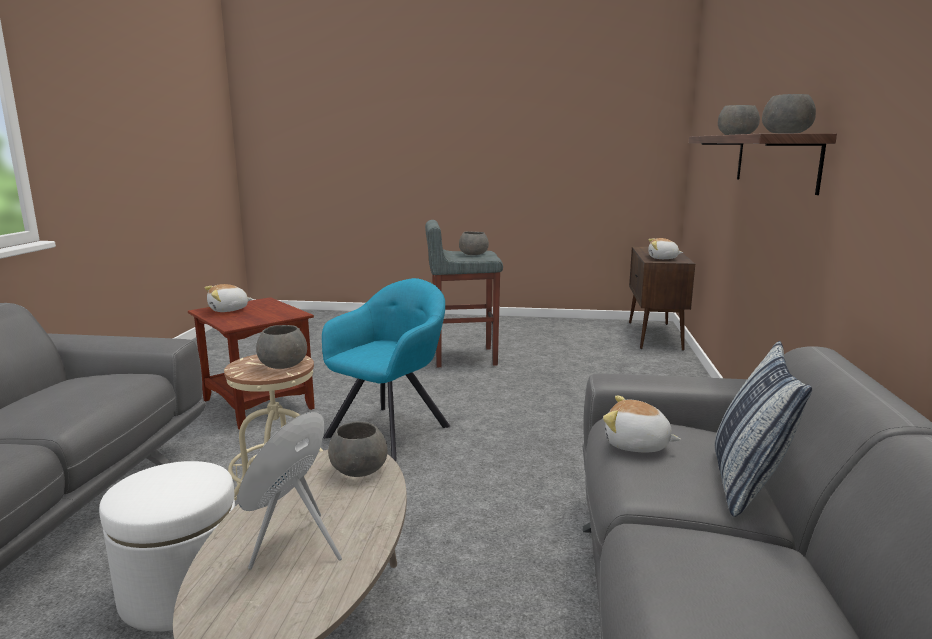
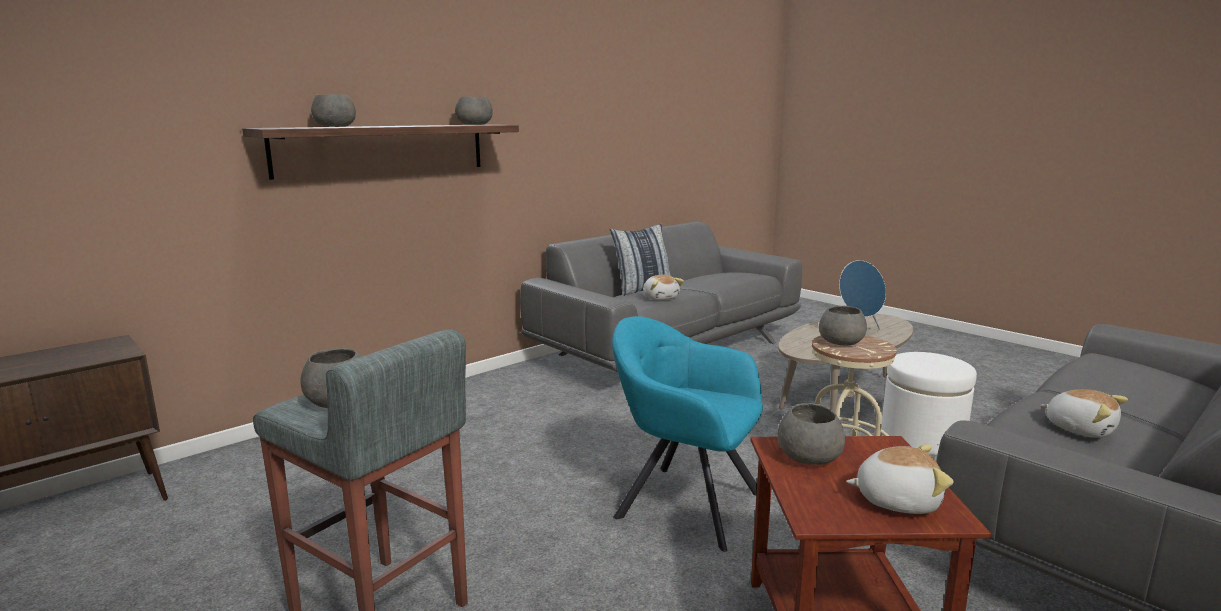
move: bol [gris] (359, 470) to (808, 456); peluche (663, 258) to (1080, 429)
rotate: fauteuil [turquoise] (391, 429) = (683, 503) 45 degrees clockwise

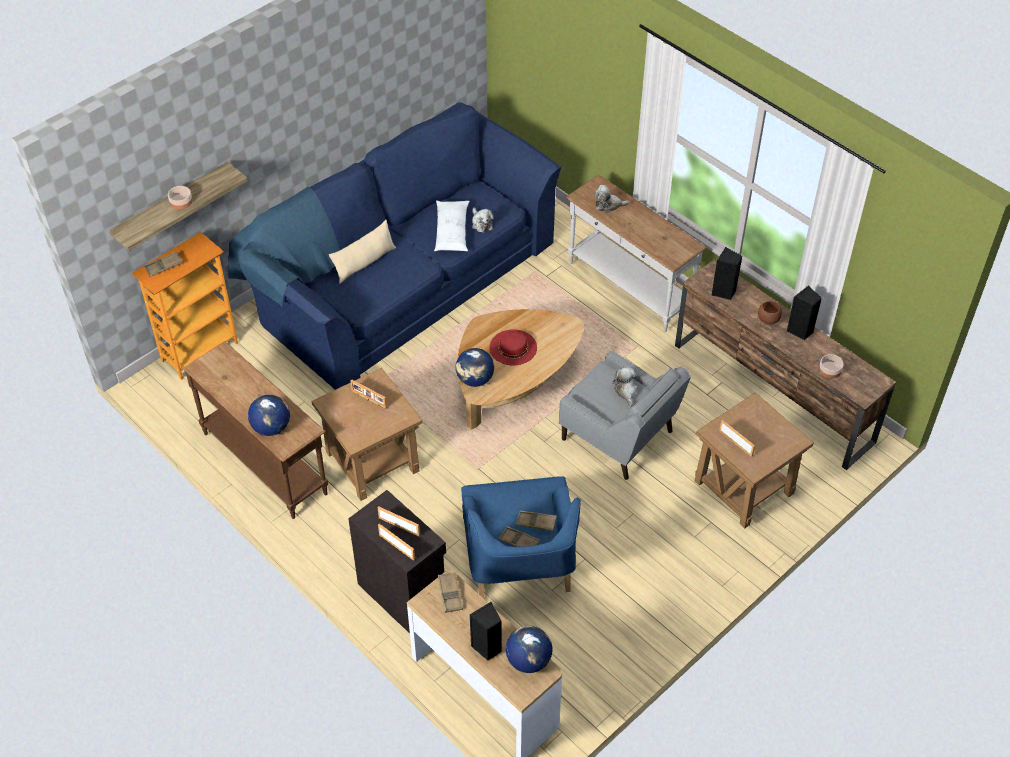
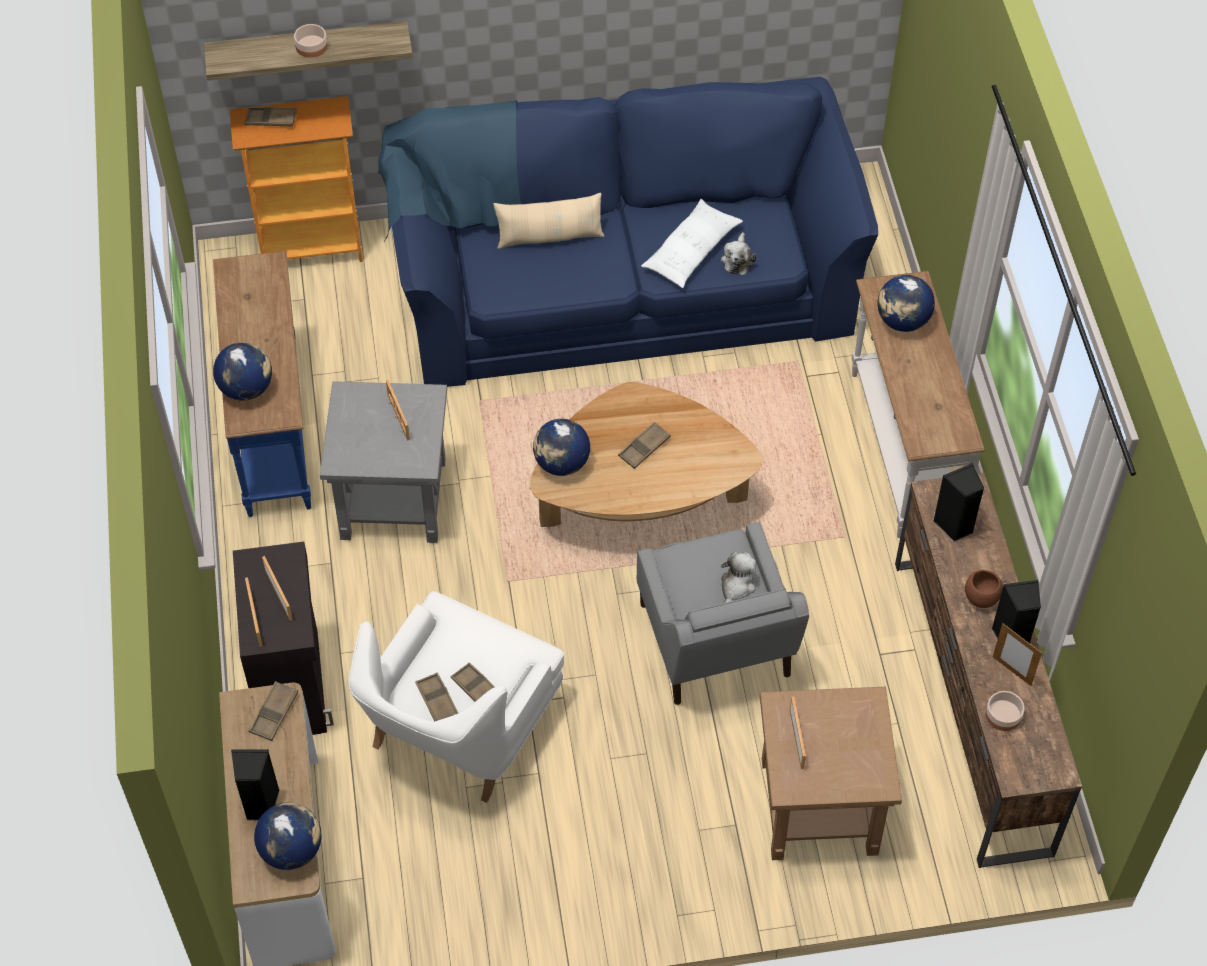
insert: cadre photo (1012, 671)
replace: chapeau [rouge] (513, 347) to plateau [marron] (644, 448); peluche (608, 205) to globe (902, 321)
recolor: table console [marron] (266, 462) to table console [bleu] (275, 429); table d'appoint [marron] (371, 461) to table d'appoint [gris] (392, 497); fauteuil [bleu] (519, 562) to fauteuil [blanc] (458, 728)

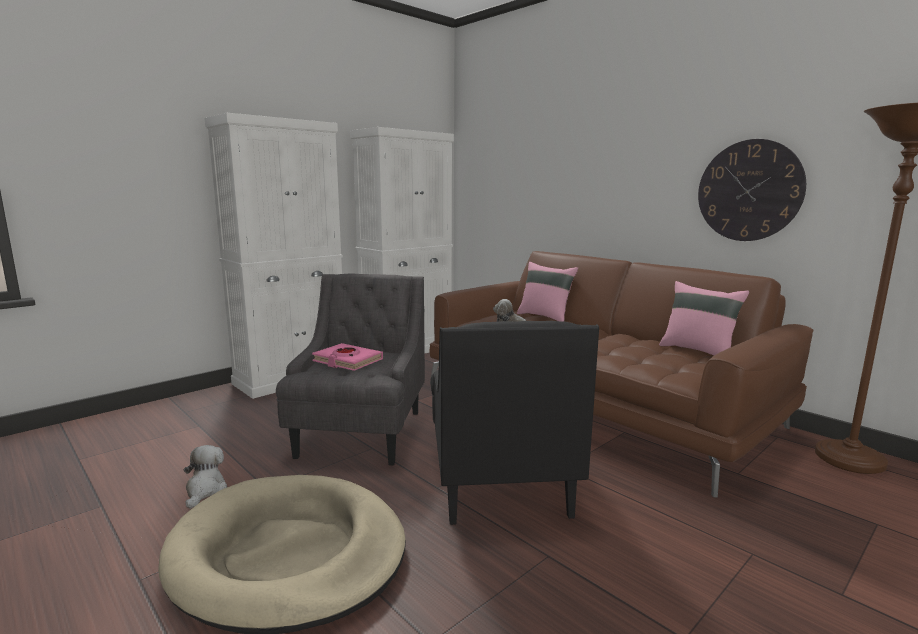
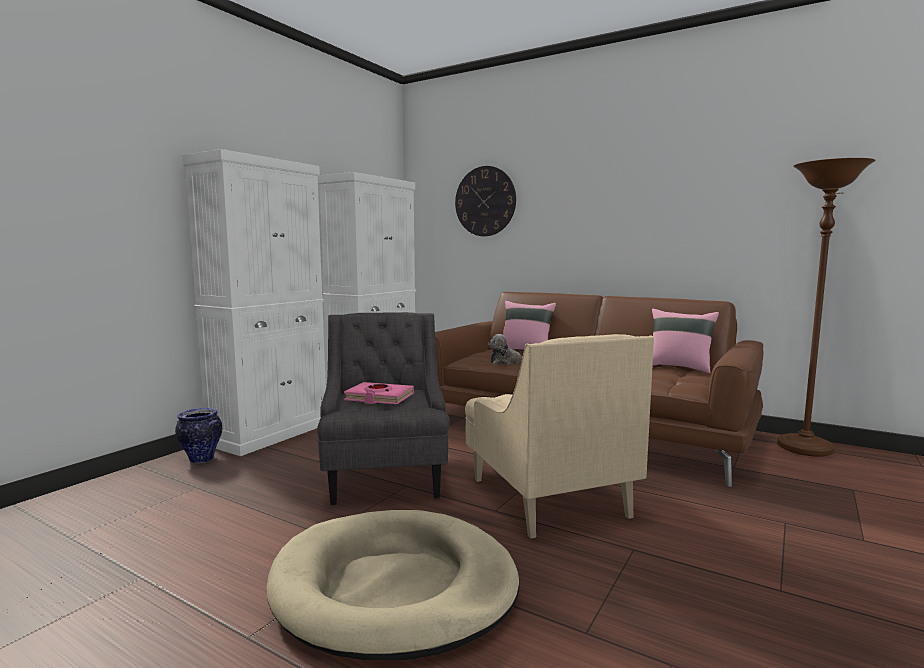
delete: peluche (205, 490)
insert: vase (201, 459)
move: horloge murale (749, 191) to (485, 201)
recolor: fauteuil [noir] (499, 479) to fauteuil [beige] (546, 496)

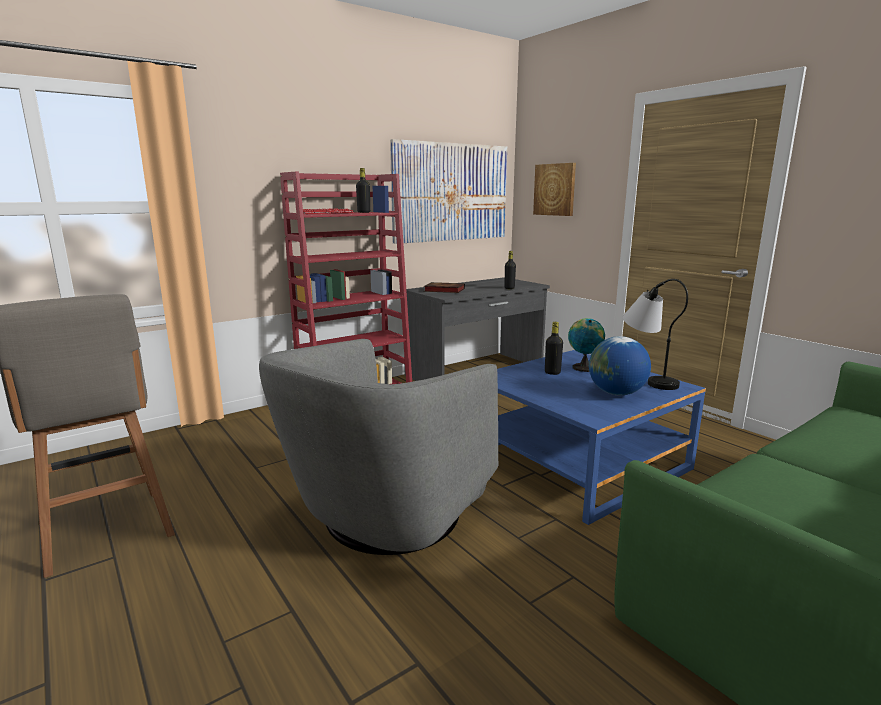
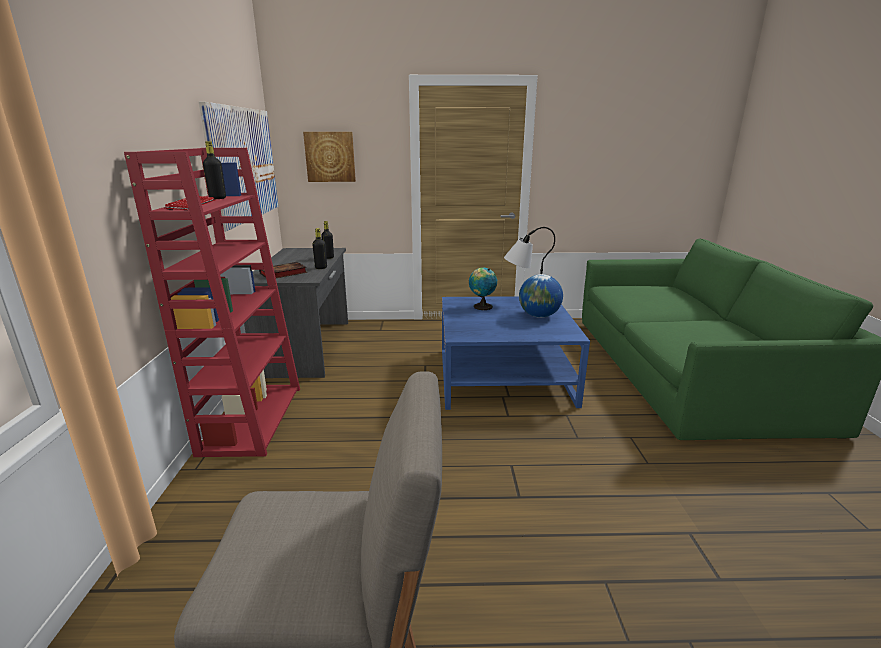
delete: fauteuil [gris] (389, 515)
move: bouteille [noir] (552, 372) to (321, 268)

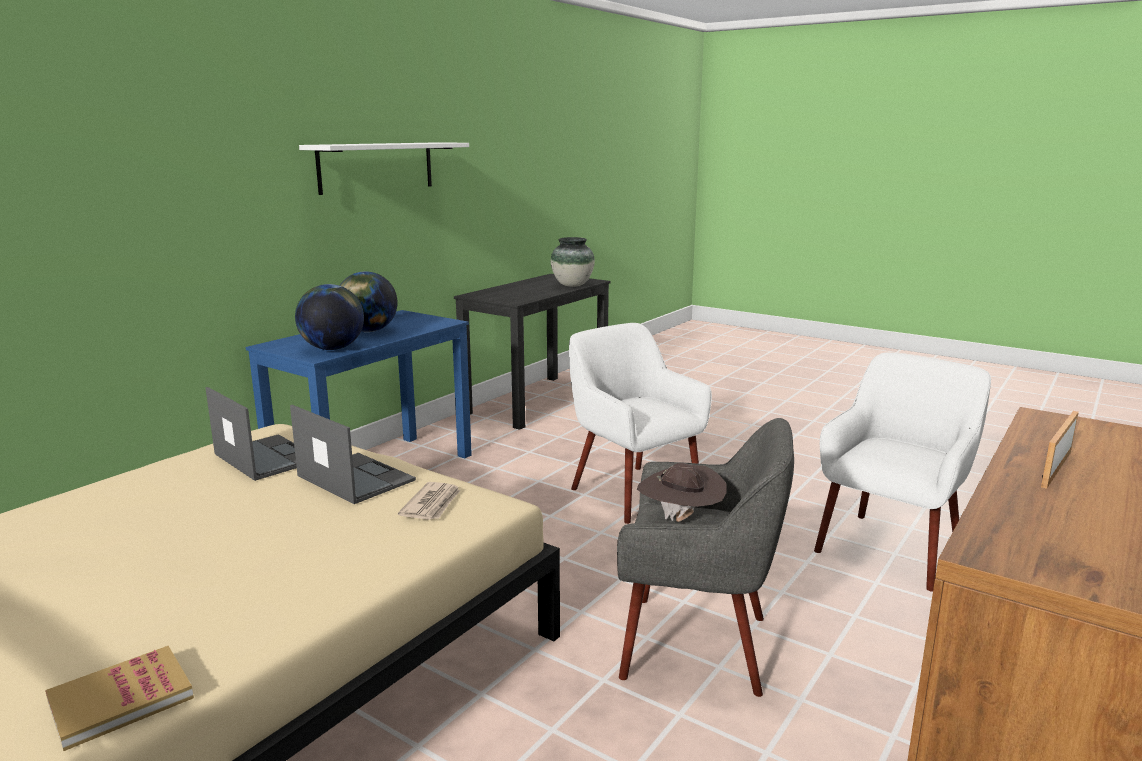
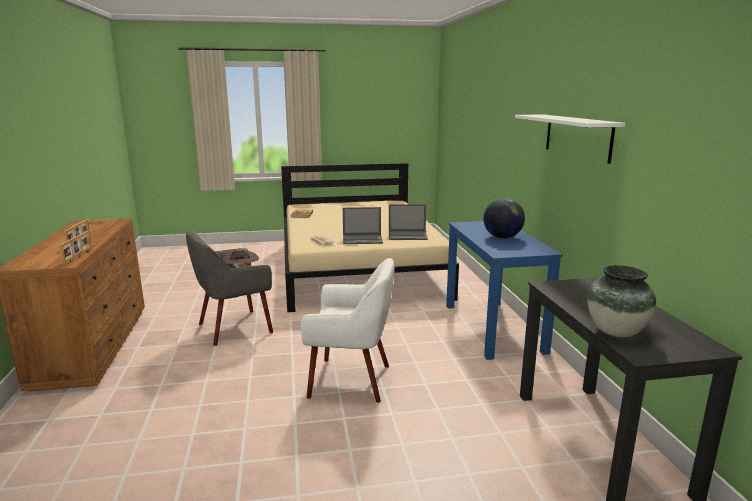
delete: globe (332, 348); fauteuil [blanc] (891, 548)
insert: cadre photo (79, 257)

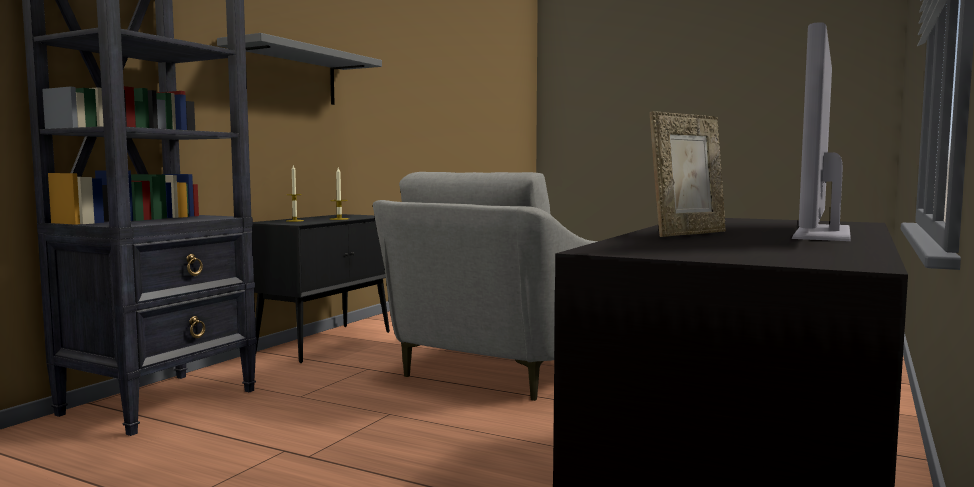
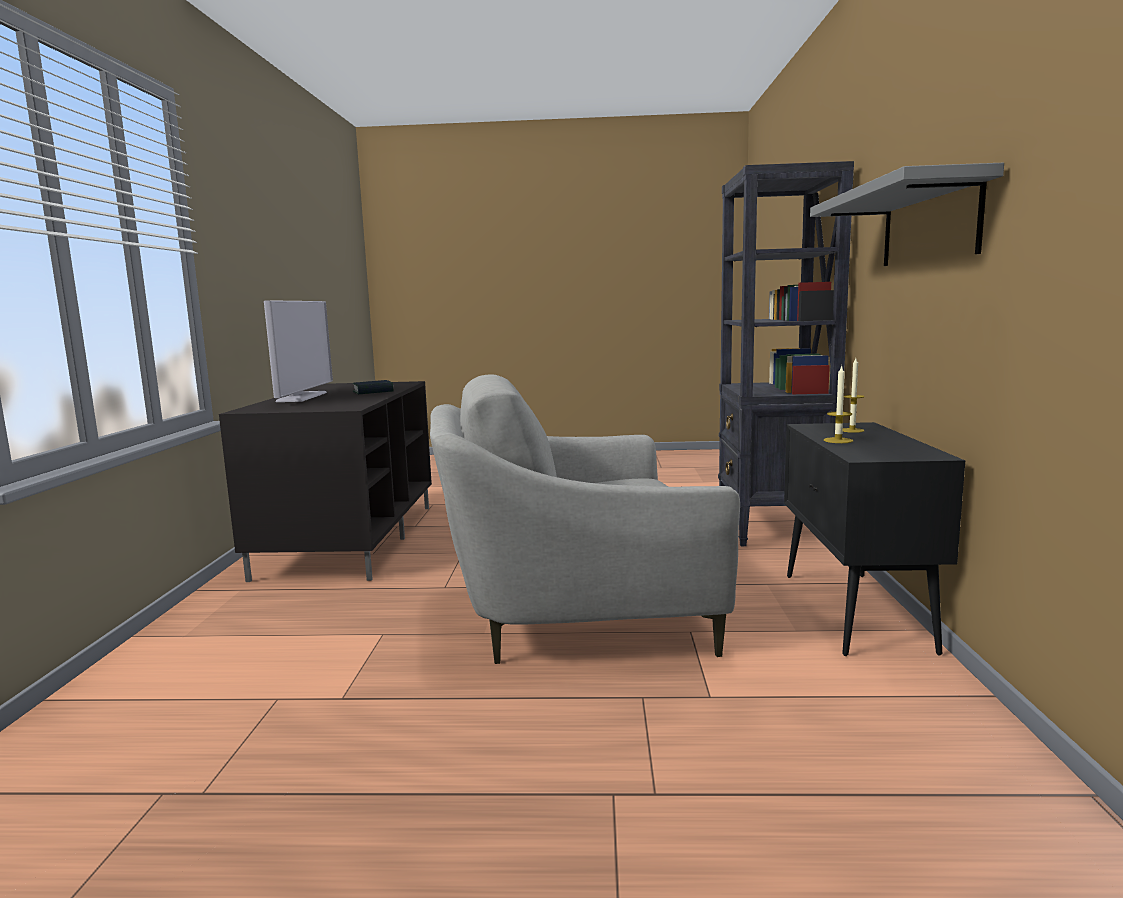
replace: cadre photo (687, 234) to livre (373, 392)
rotate: fauteuil [gris] (504, 368) = (575, 614) 105 degrees counterclockwise

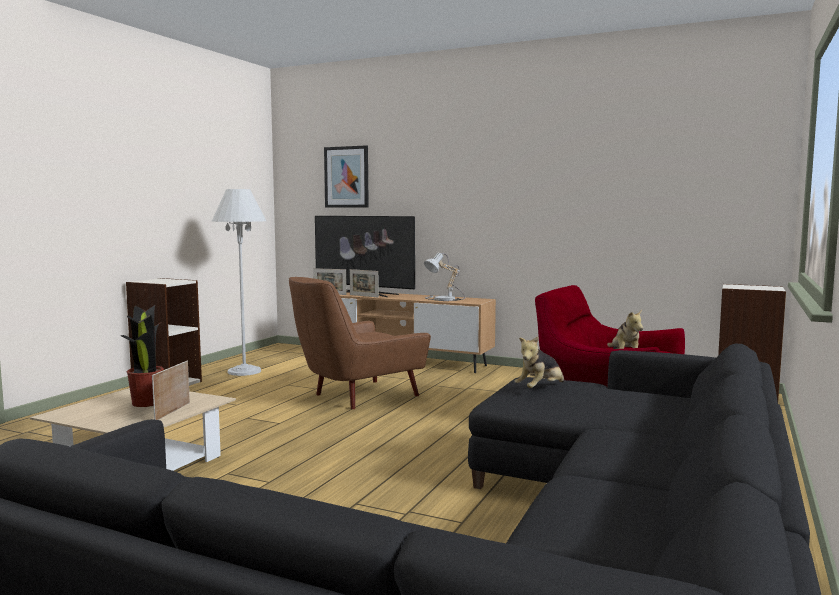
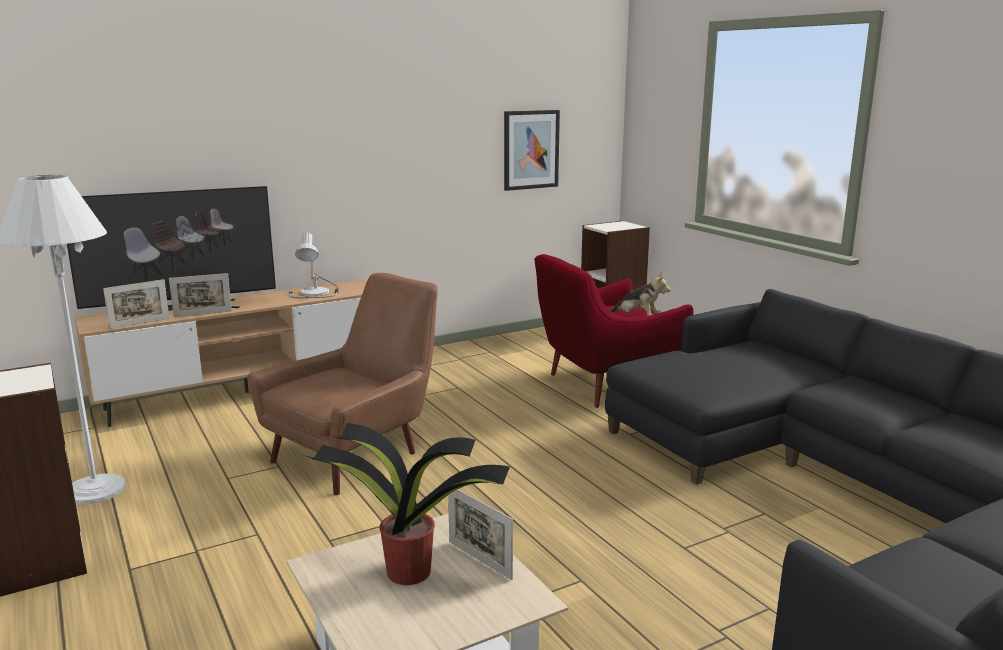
delete: peluche (540, 389)
move: tableau (346, 177) to (531, 149)
rotate: fauteuil [marron] (357, 396) = (357, 453) 135 degrees counterclockwise

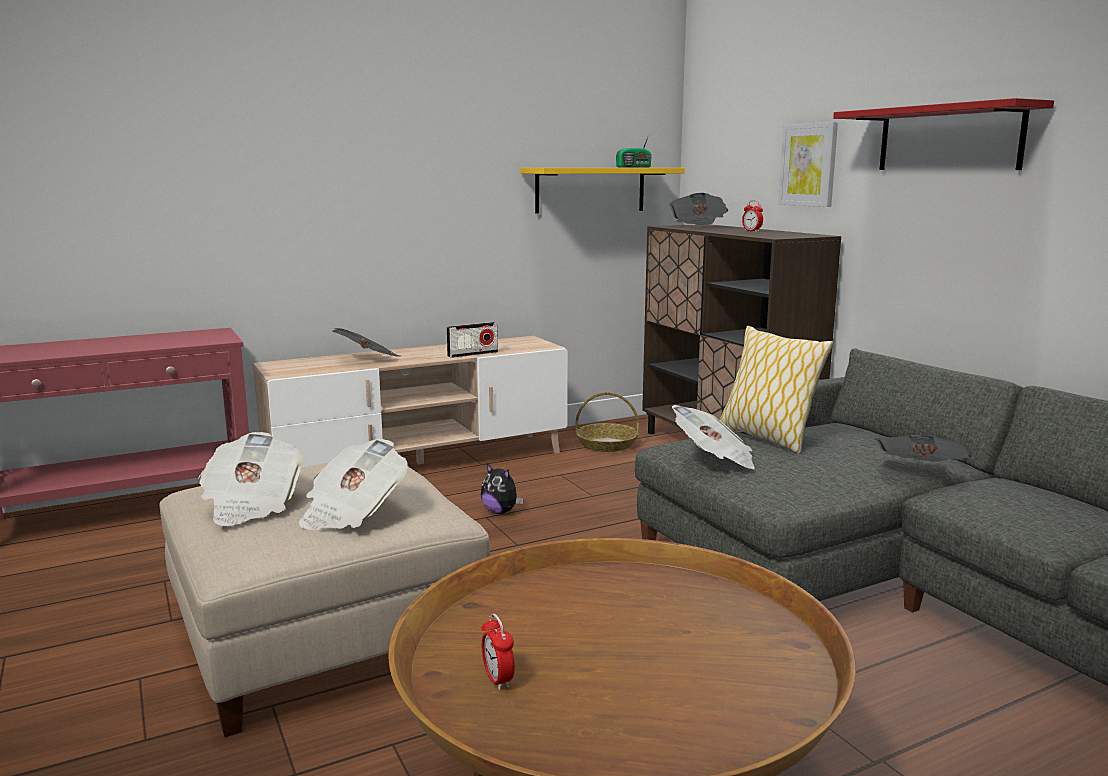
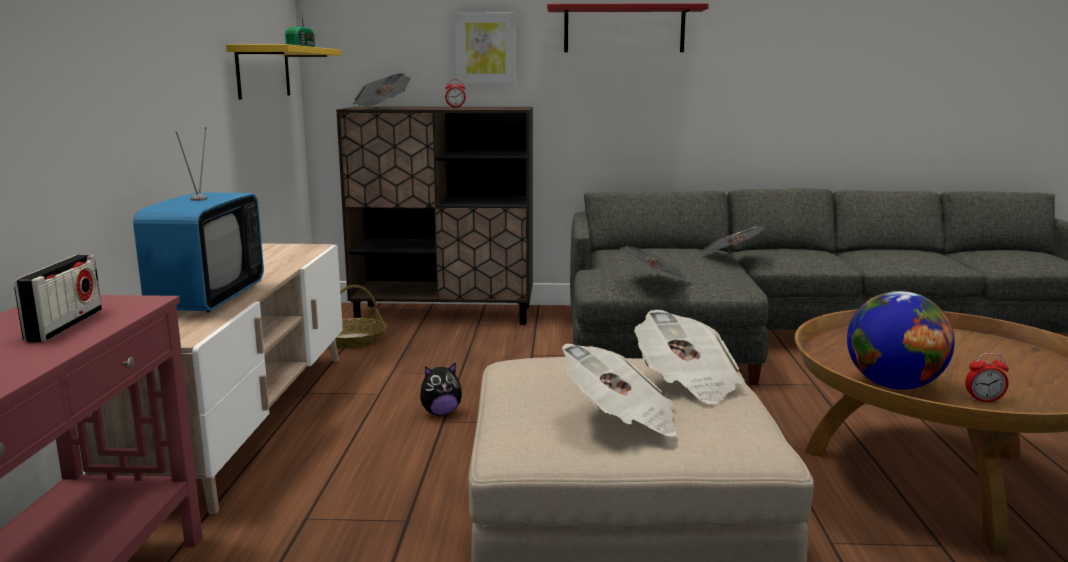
delete: coussin (767, 438)
insert: globe (894, 386)
move: radio (472, 354) to (65, 325)
replace: journal (368, 360) to téléviseur (208, 300)

